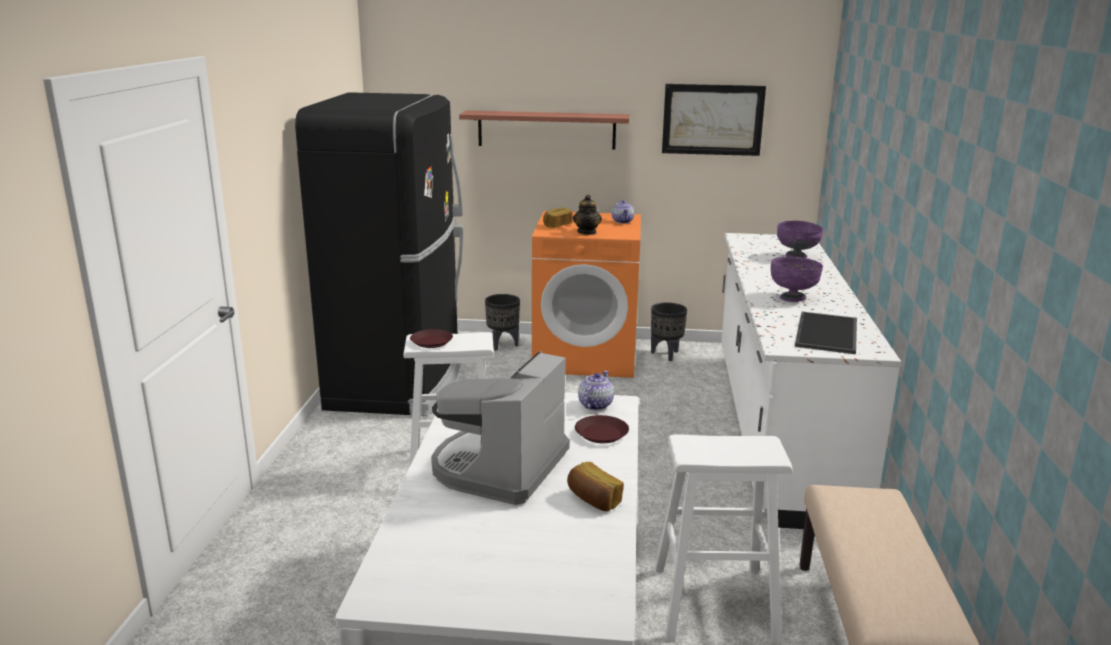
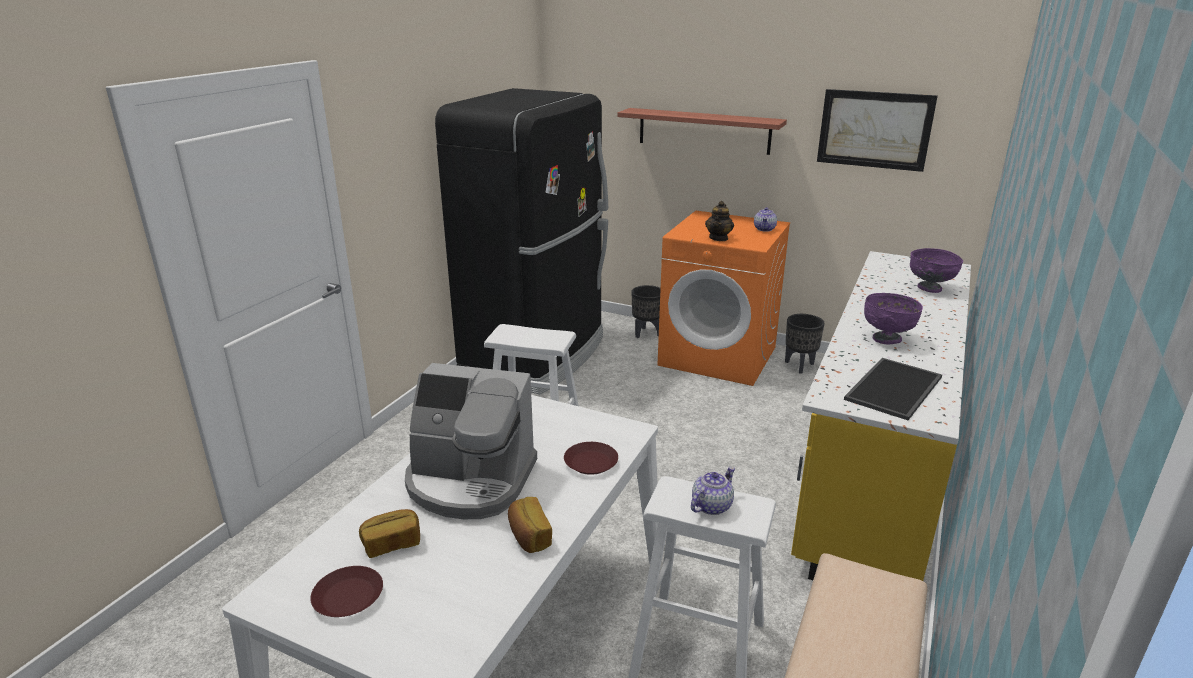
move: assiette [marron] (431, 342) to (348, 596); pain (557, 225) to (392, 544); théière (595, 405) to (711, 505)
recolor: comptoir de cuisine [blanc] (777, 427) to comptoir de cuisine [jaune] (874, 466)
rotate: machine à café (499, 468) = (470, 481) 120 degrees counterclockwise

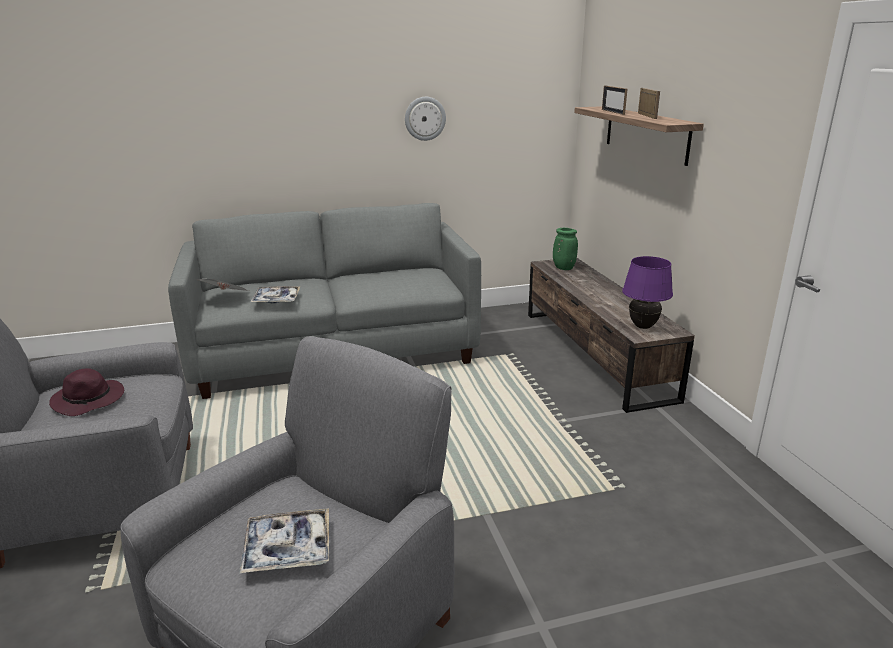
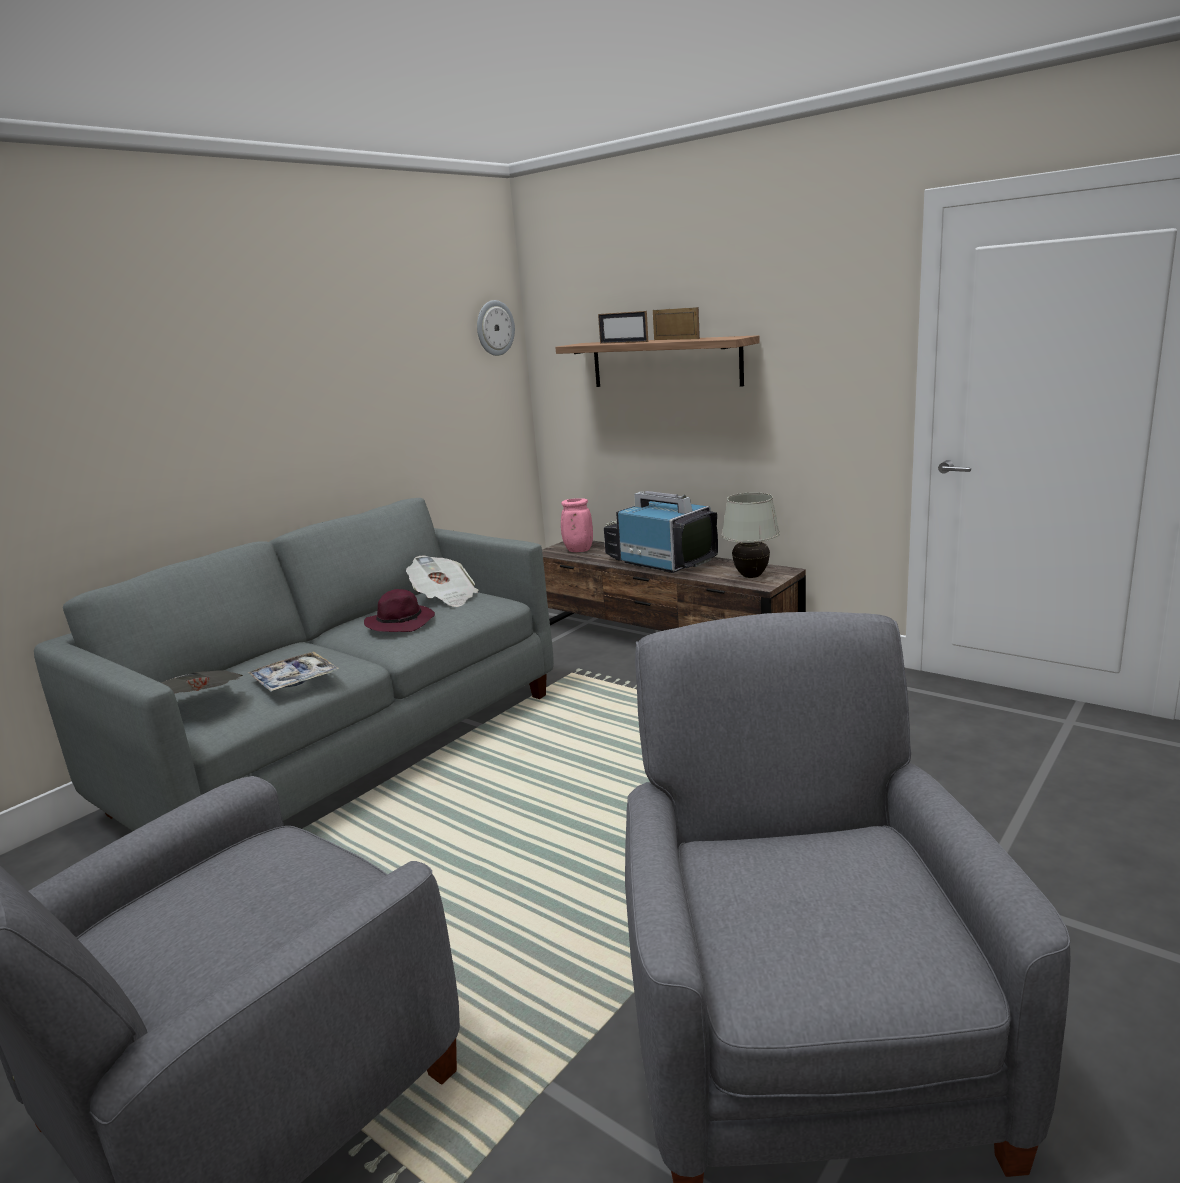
delete: plateau (287, 548)
insert: journal (445, 598); téléviseur (660, 562)
move: chapeau [violet] (89, 400) to (401, 623); horloge murale (425, 118) to (494, 328)
recolor: vase [vert] (563, 268) to vase [rose] (578, 550); lampe de table [violet] (642, 326) to lampe de table [blanc] (751, 576)

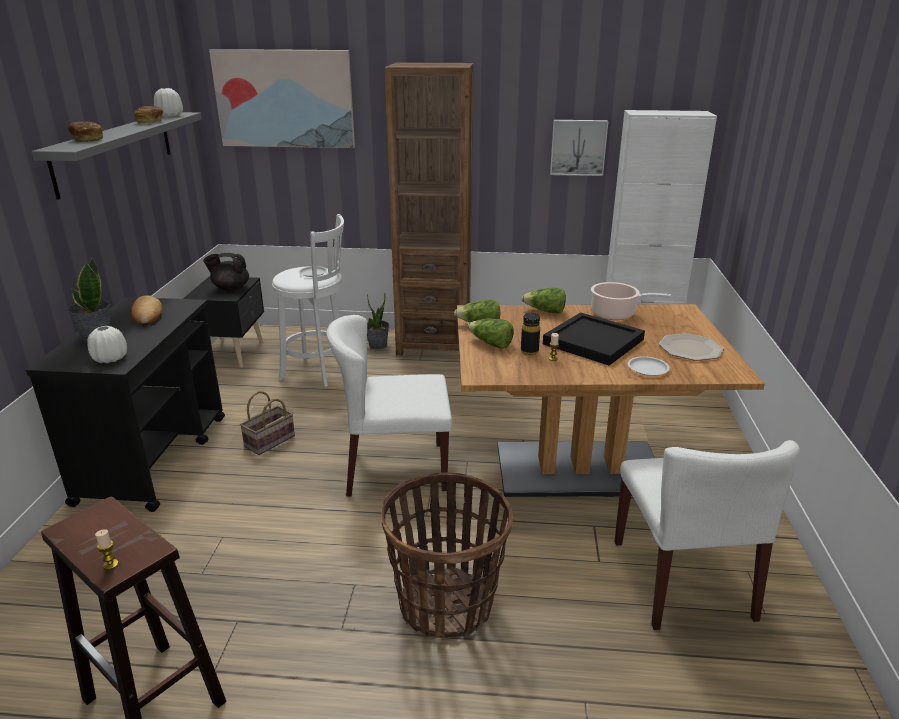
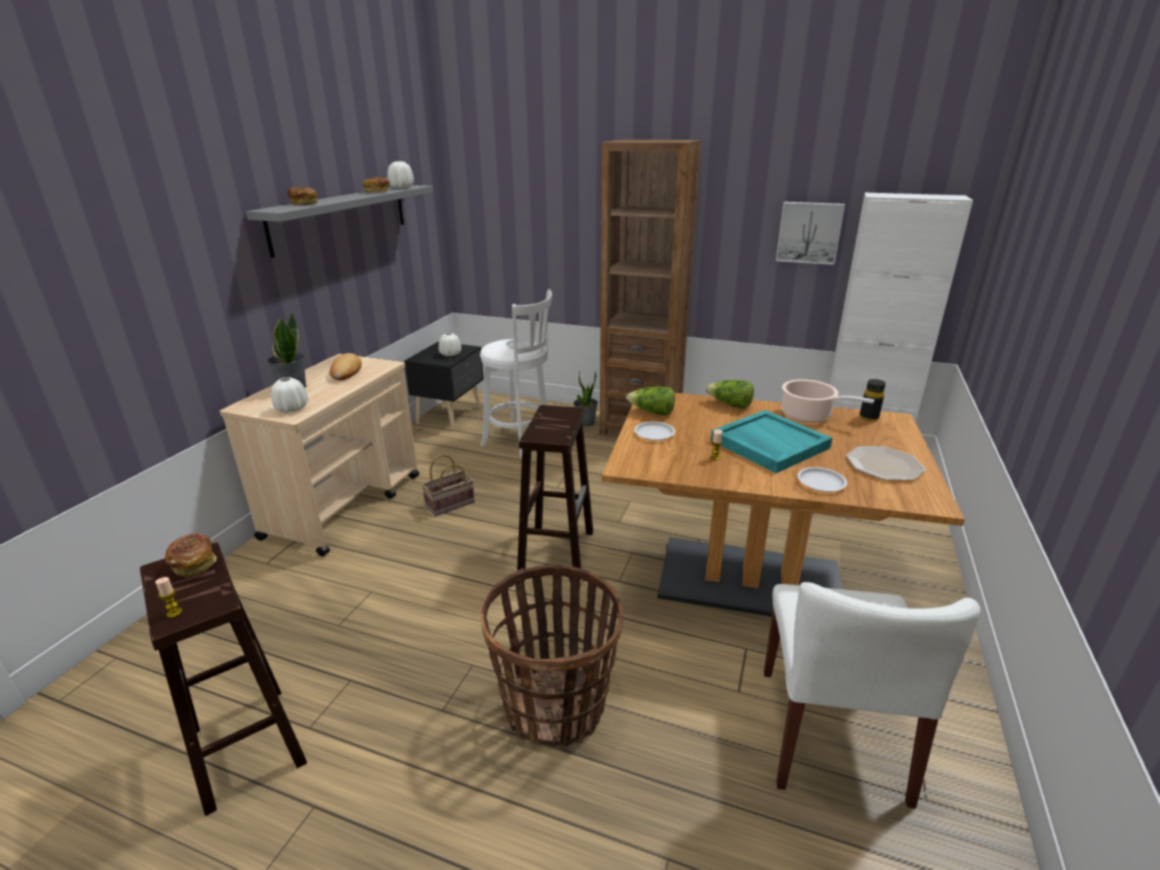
delete: tableau (285, 99)
insert: pain (194, 564)
move: bouteille [noir] (529, 351) to (868, 418)
replace: théière [noir] (230, 288) to vase [blanc] (450, 354); chaise [blanc] (395, 469) to tabouret [marron] (556, 550); laitue (491, 344) to assiette [blanc] (654, 434)
recolor: chariot [noir] (155, 458) to chariot [beige] (345, 505); plateau [noir] (592, 342) to plateau [turquoise] (768, 444)

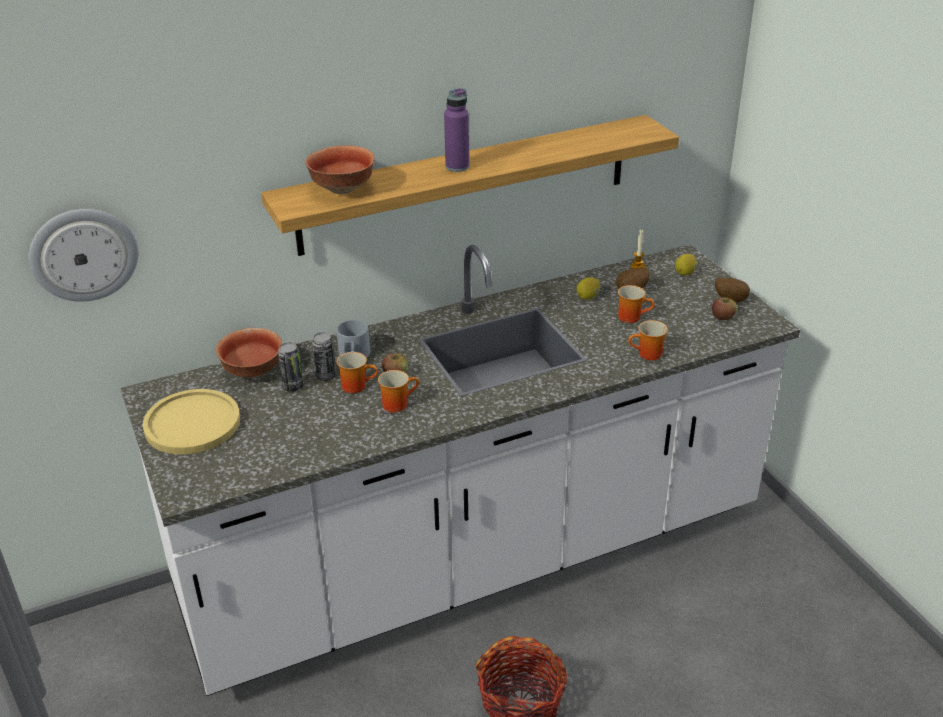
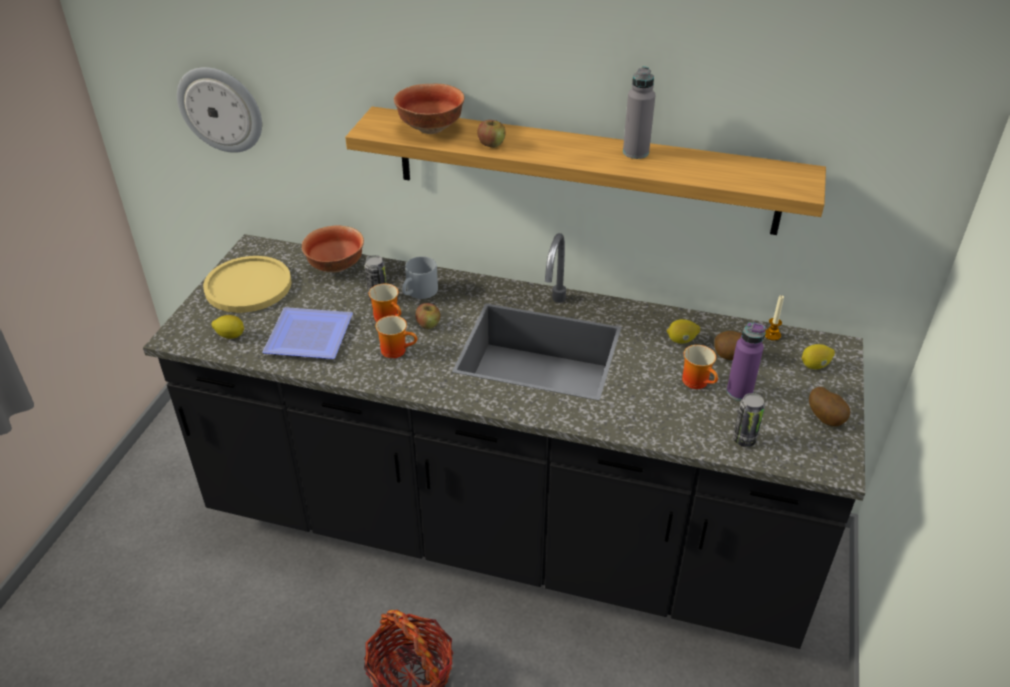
delete: mug (648, 355)
insert: citron (231, 335); assiette (307, 334); bouteille [gris] (635, 152)
move: boîte métallique (293, 386) to (744, 439); bouteille [violet] (457, 167) to (739, 392); pomme (723, 317) to (491, 144)
recolor: comptoir de cuisine [blanc] (474, 557) to comptoir de cuisine [noir] (505, 530)

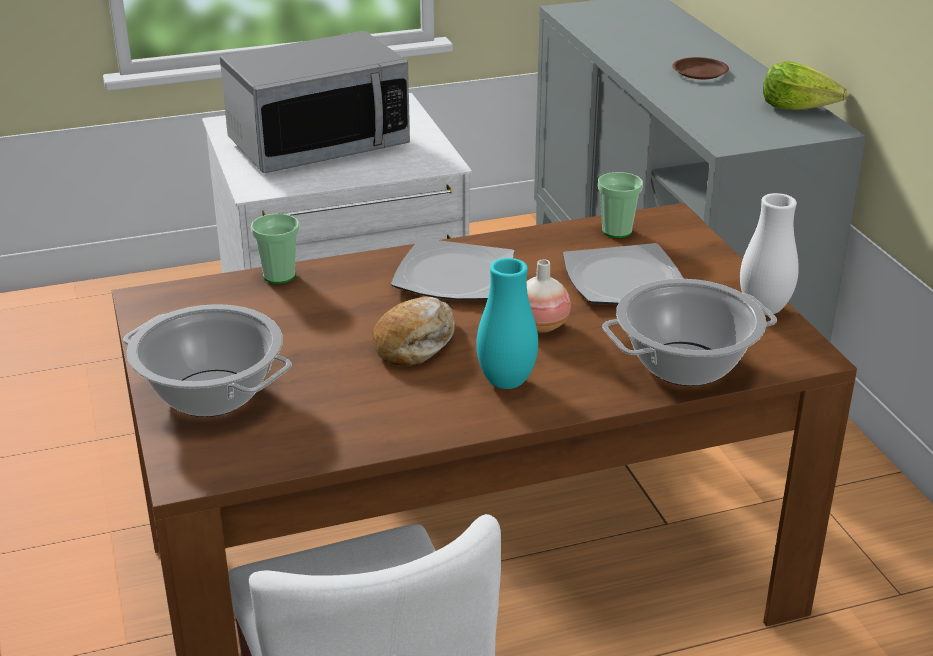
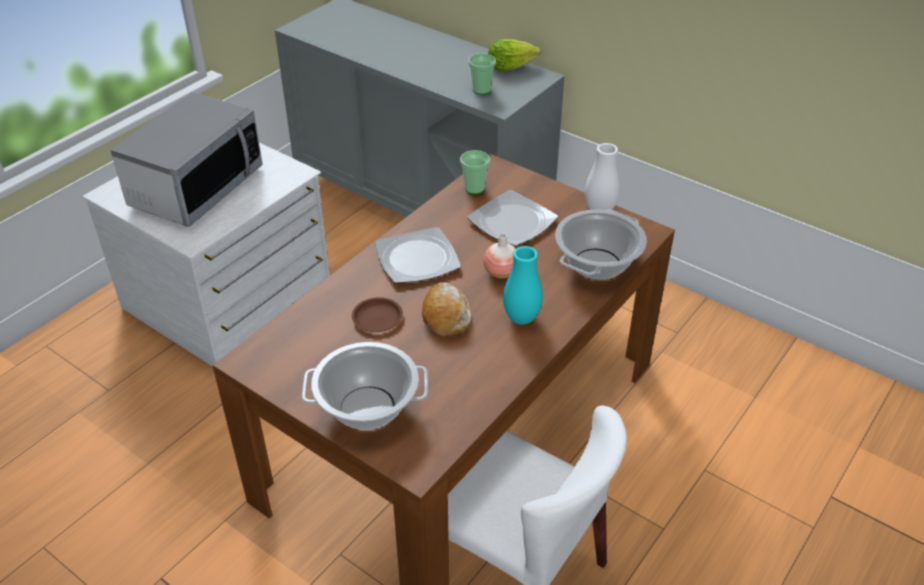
move: tasse (279, 276) to (481, 90); assiette [marron] (699, 72) to (377, 318)

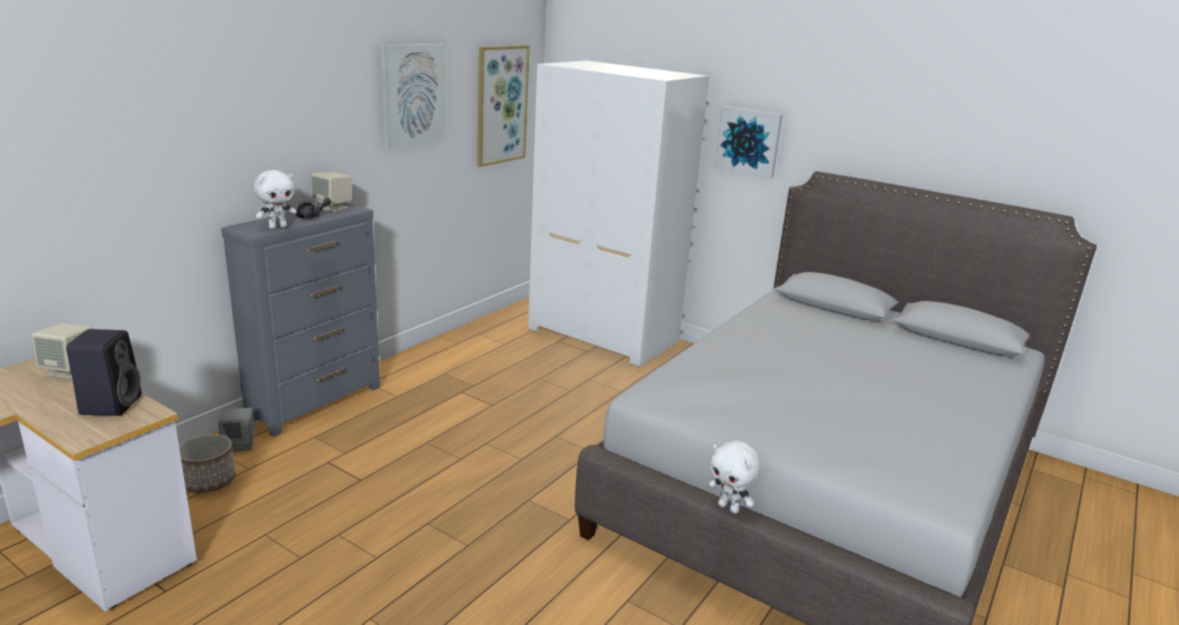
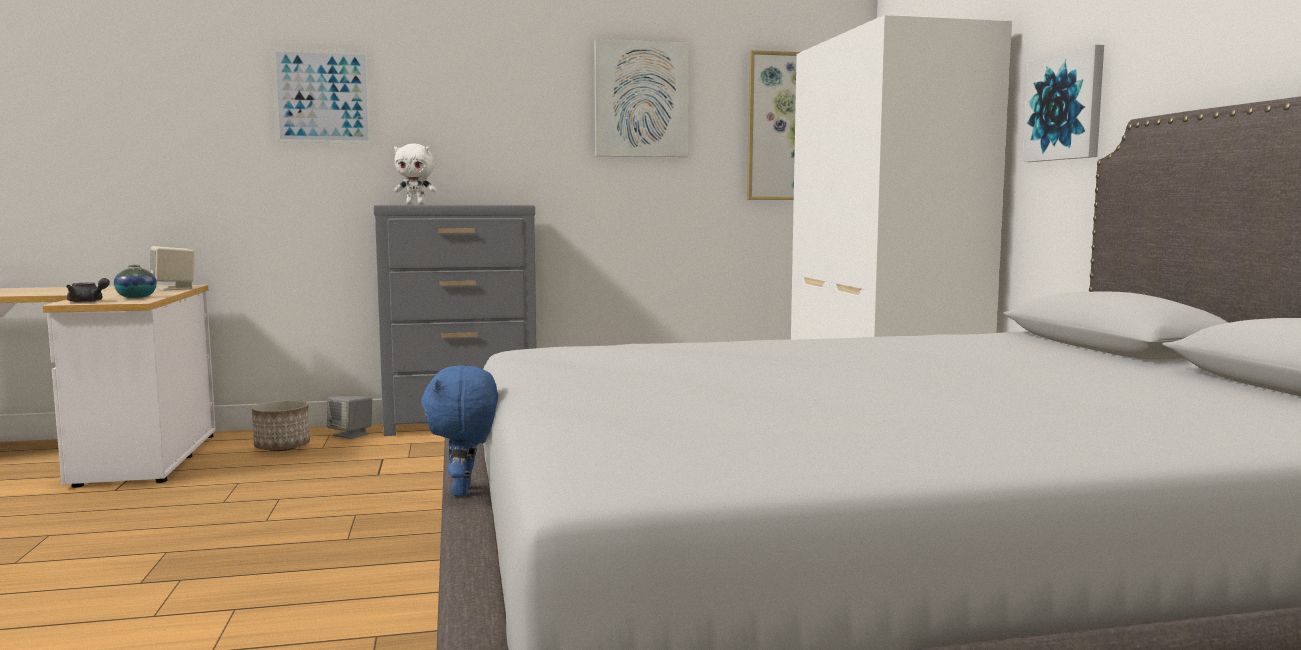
delete: enceinte [beige] (333, 207)
insert: tableau (322, 96)
move: théière [gris] (312, 216) to (88, 302)
replace: enceinte [noir] (111, 404) to vase (136, 297)
recolor: peluche [blanc] (729, 508) to peluche [bleu] (464, 491)

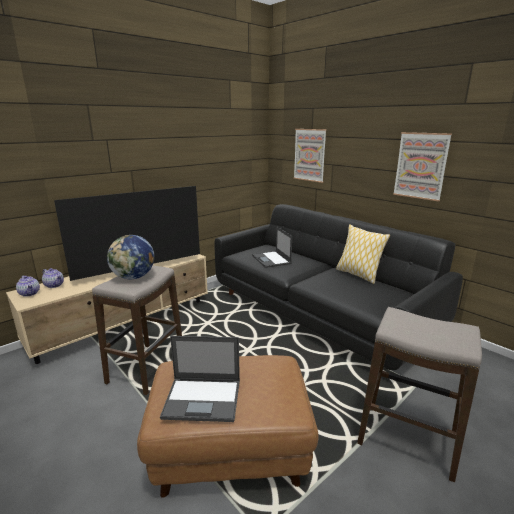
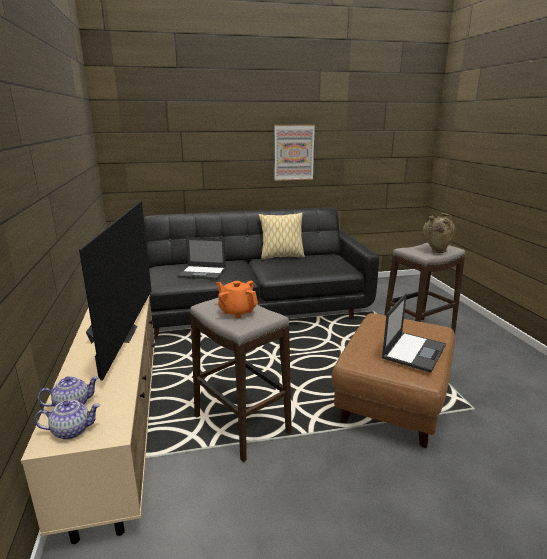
delete: tableau (309, 155)
insert: vase [beige] (436, 251)
replace: globe (133, 277) to théière [orange] (237, 311)

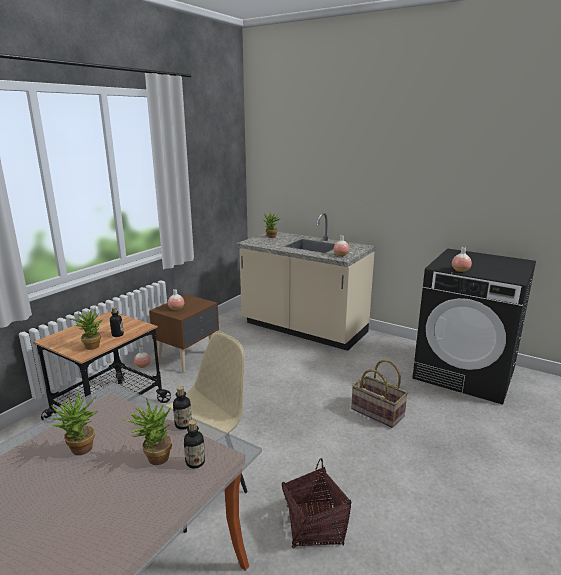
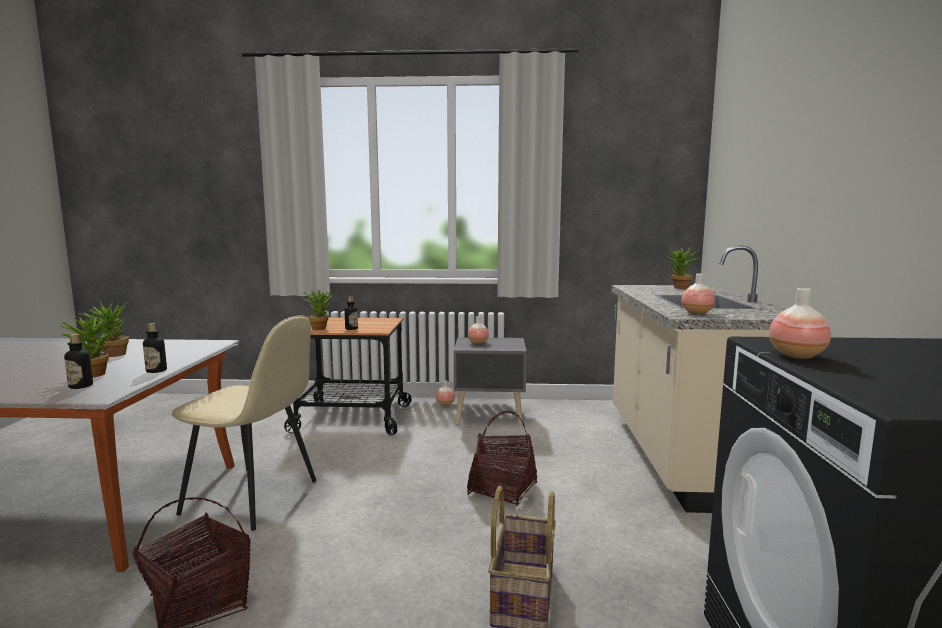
insert: panier (503, 489)
recolor: table de chevet [marron] (188, 358) to table de chevet [gris] (490, 417)

